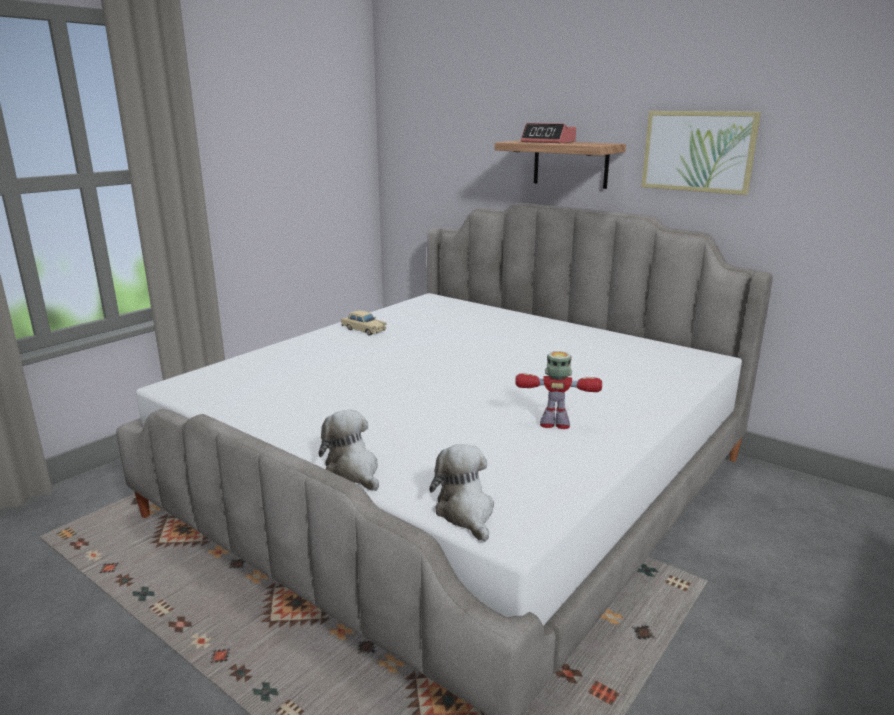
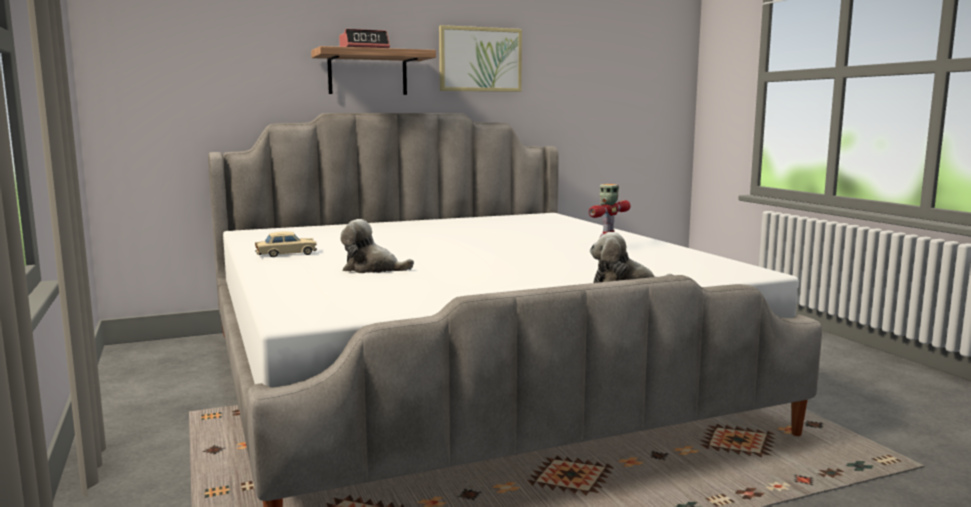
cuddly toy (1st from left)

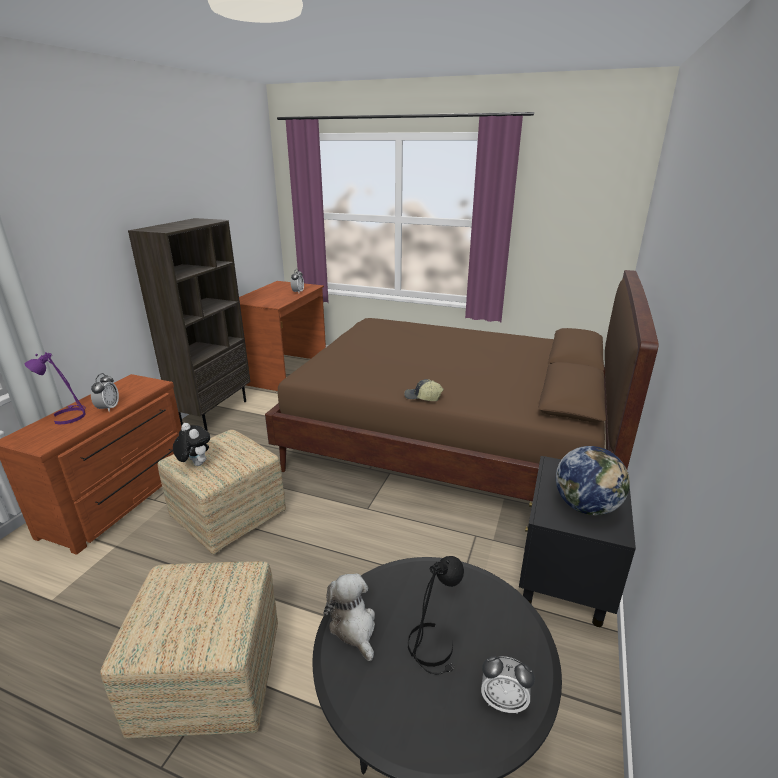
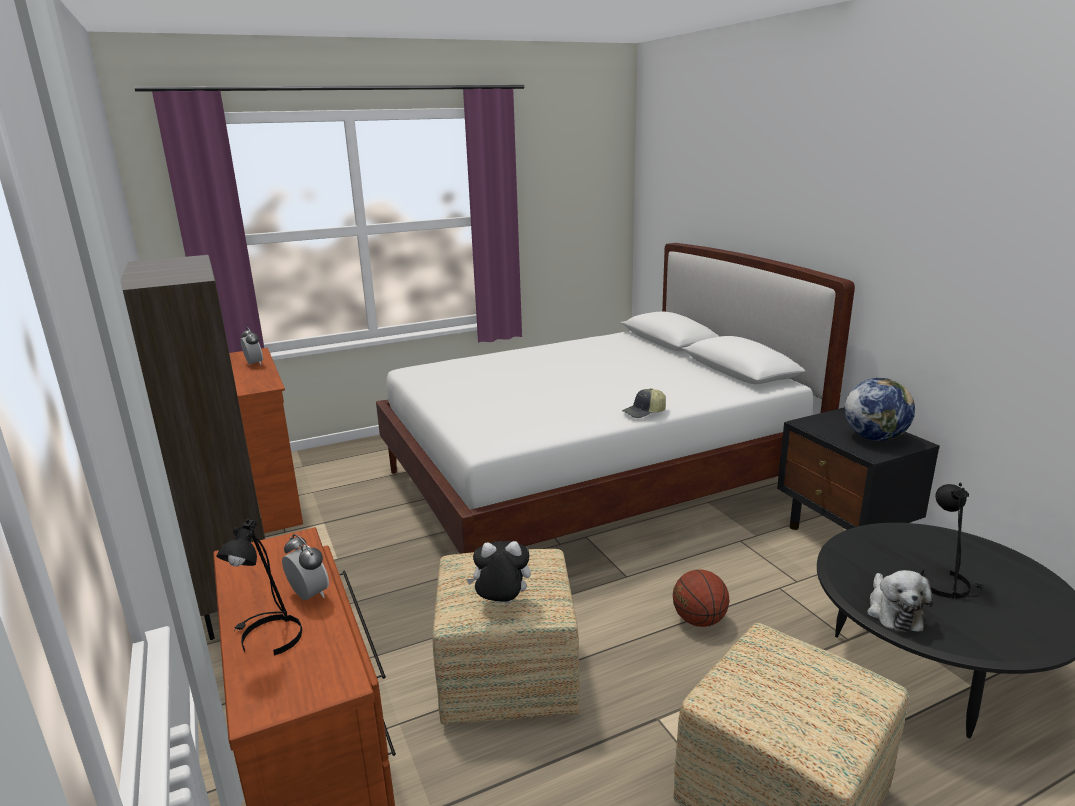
black-coloured tabletop lamp (1st from left); white bed; basketball; cuddly toy (2nd from left); bedside clock (3rd from left in the first image)

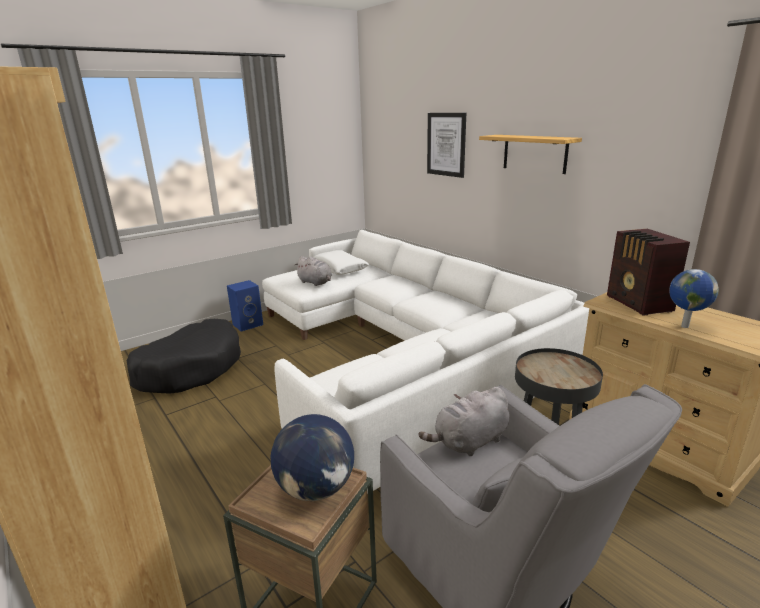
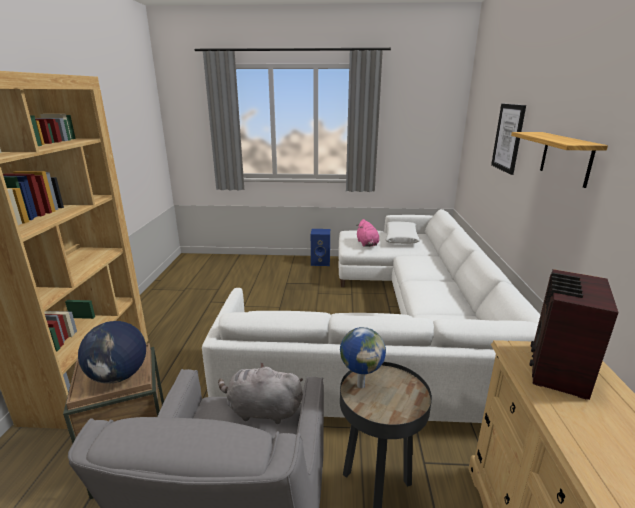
world globe (2nd from left); pink-coloured cuddly toy; black-coloured dog bed

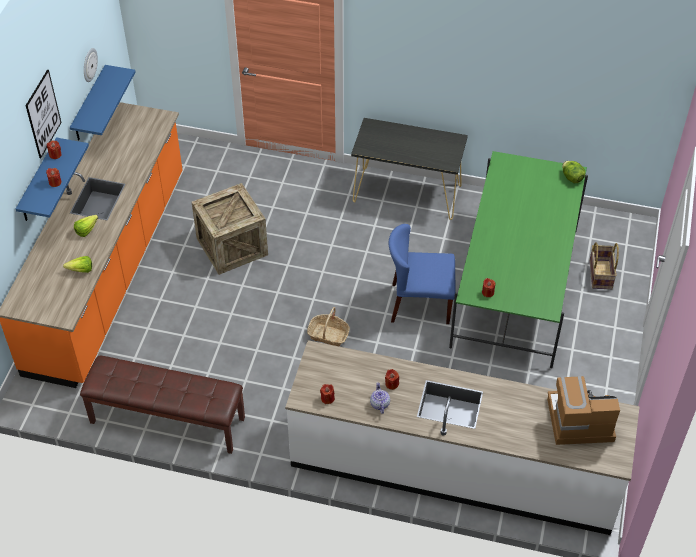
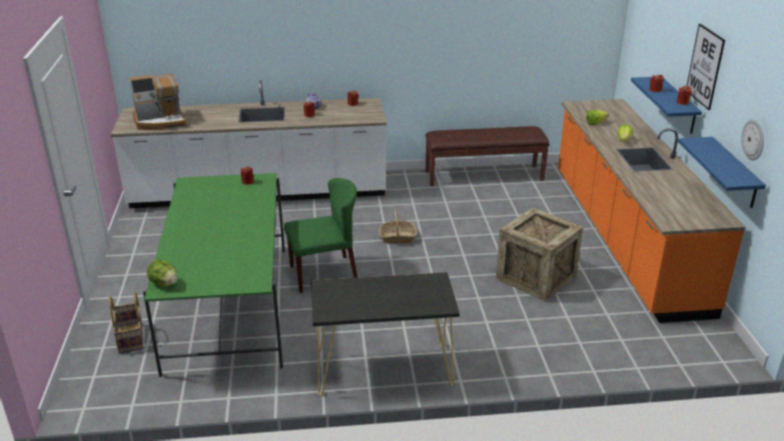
green-coloured plain chair

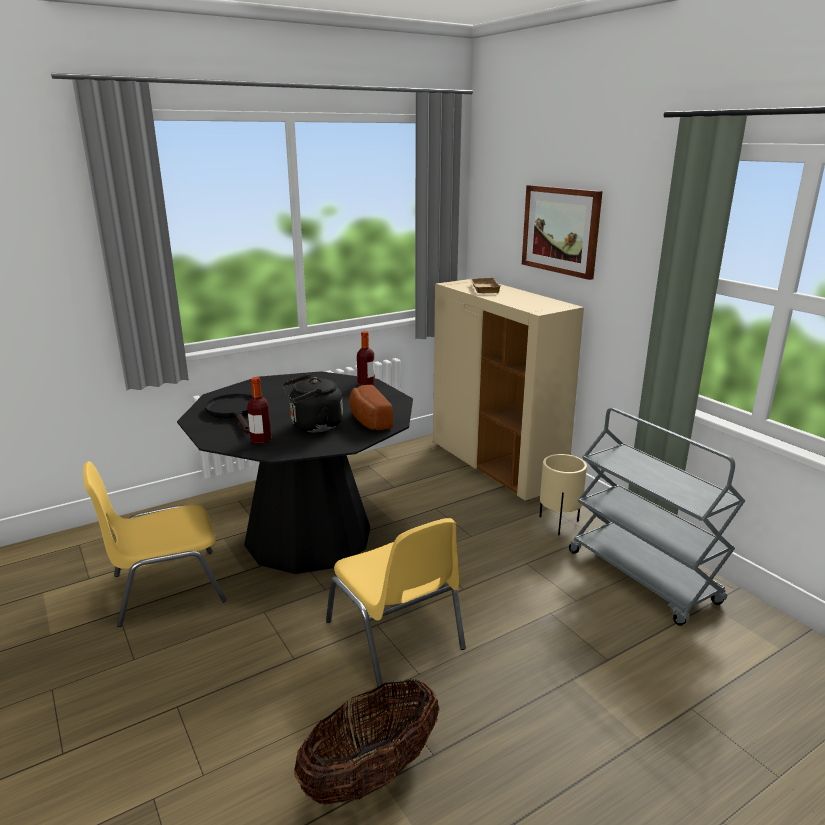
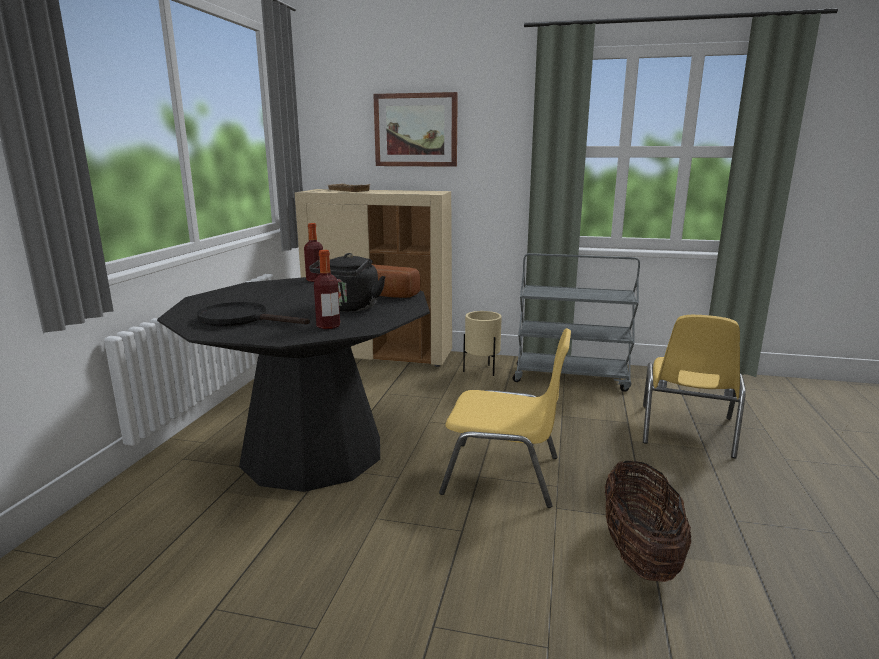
yellow plain chair (2nd from left)

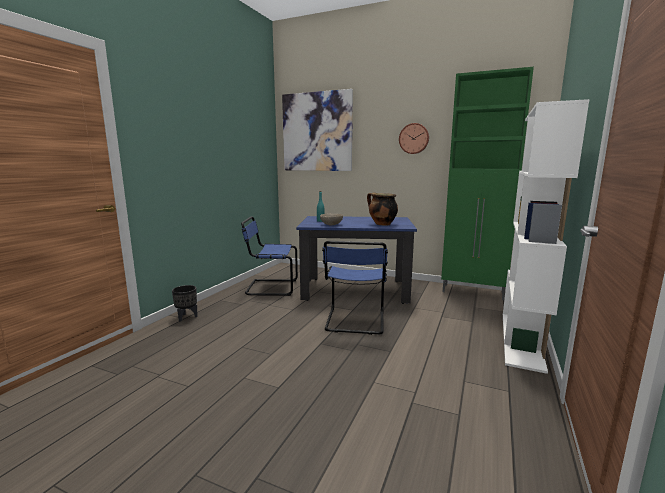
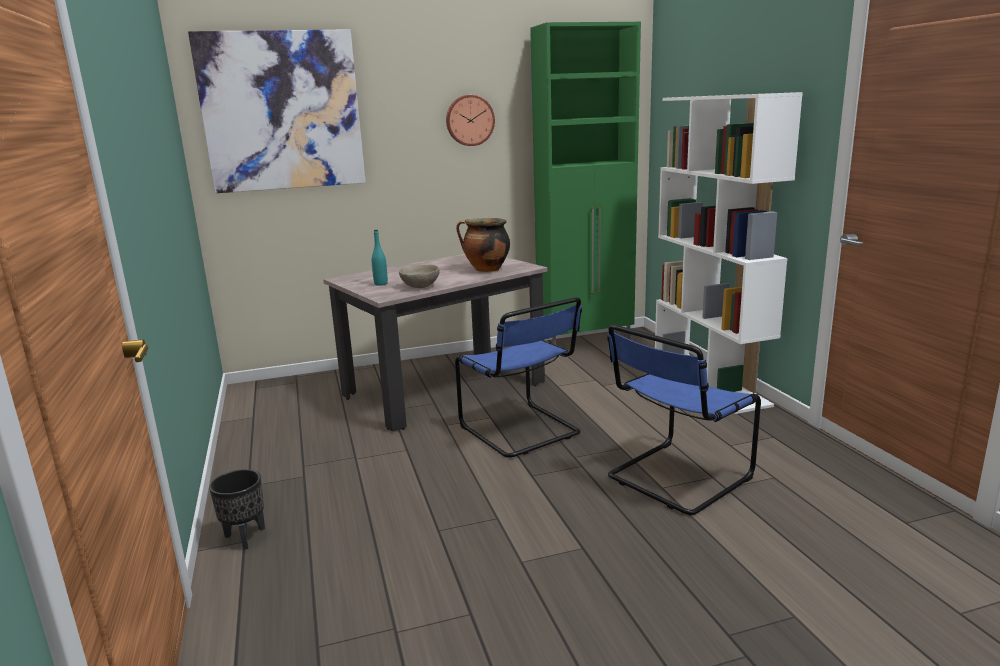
sand-coloured dining table; blue-coloured plain chair (2nd from left)

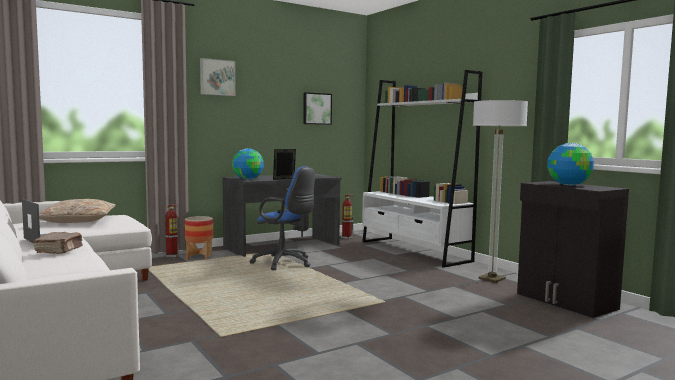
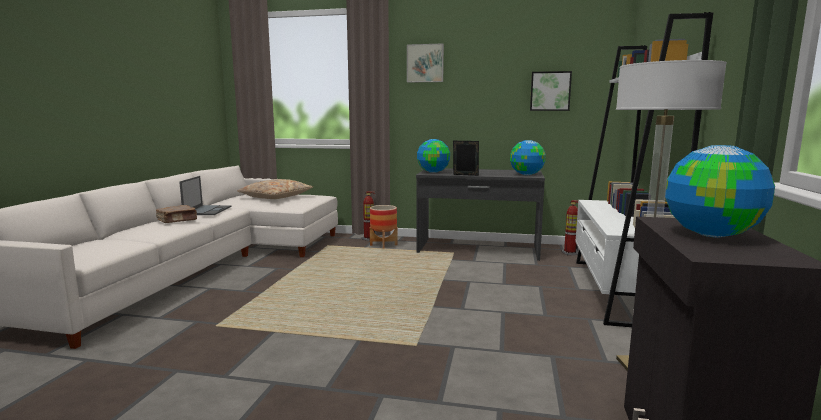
world globe (2nd from left); blue-coloured office chair

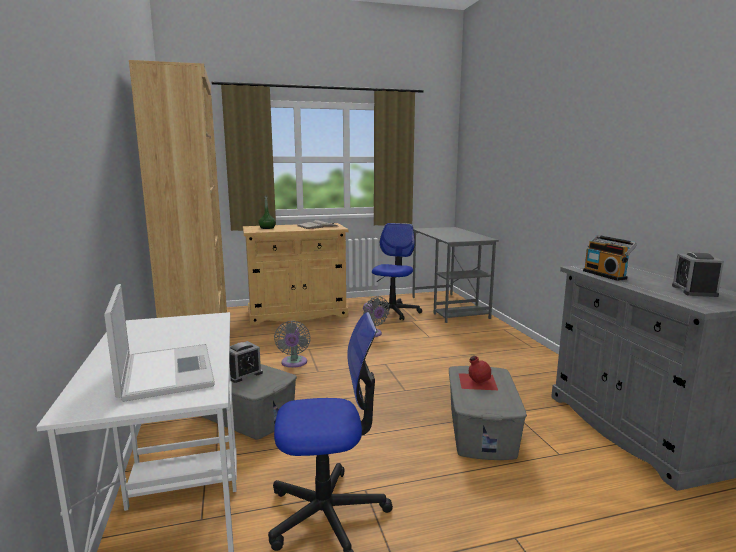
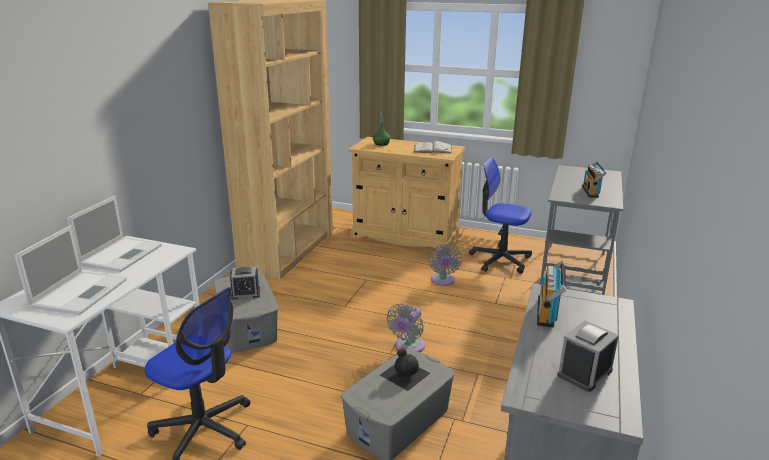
portable computer (2nd from left); black-coloured bottle; grey cooling fan (1st from left); office chair (2nd from left); radio receiver (2nd from left)

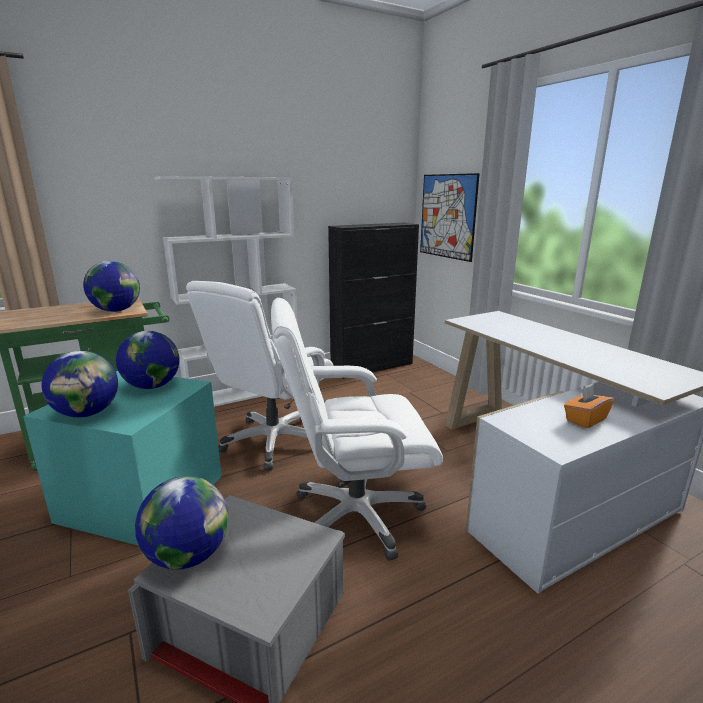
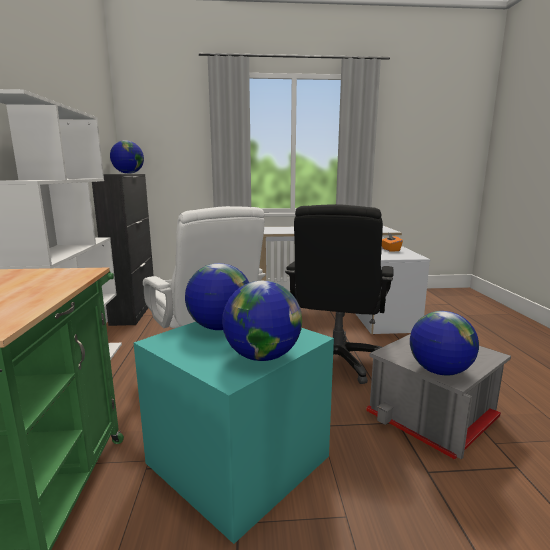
world globe (1st from left); black-coloured office chair; wall art

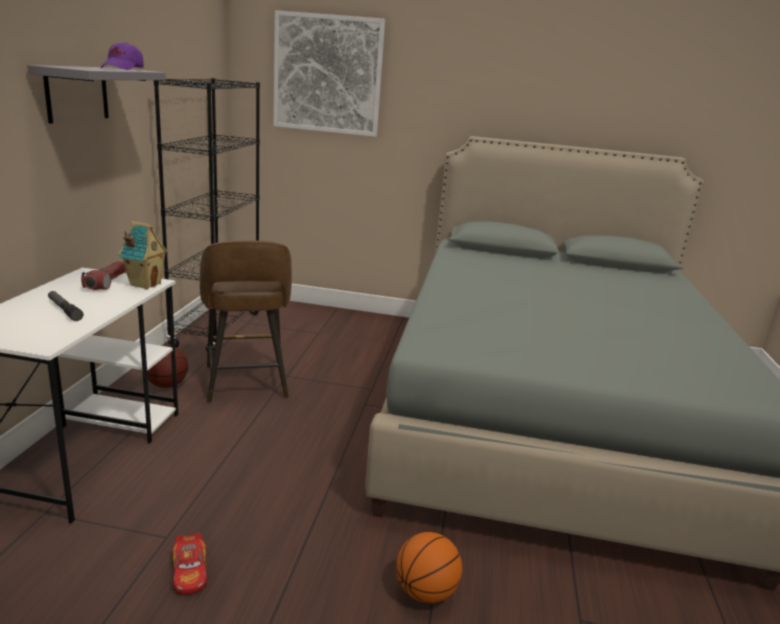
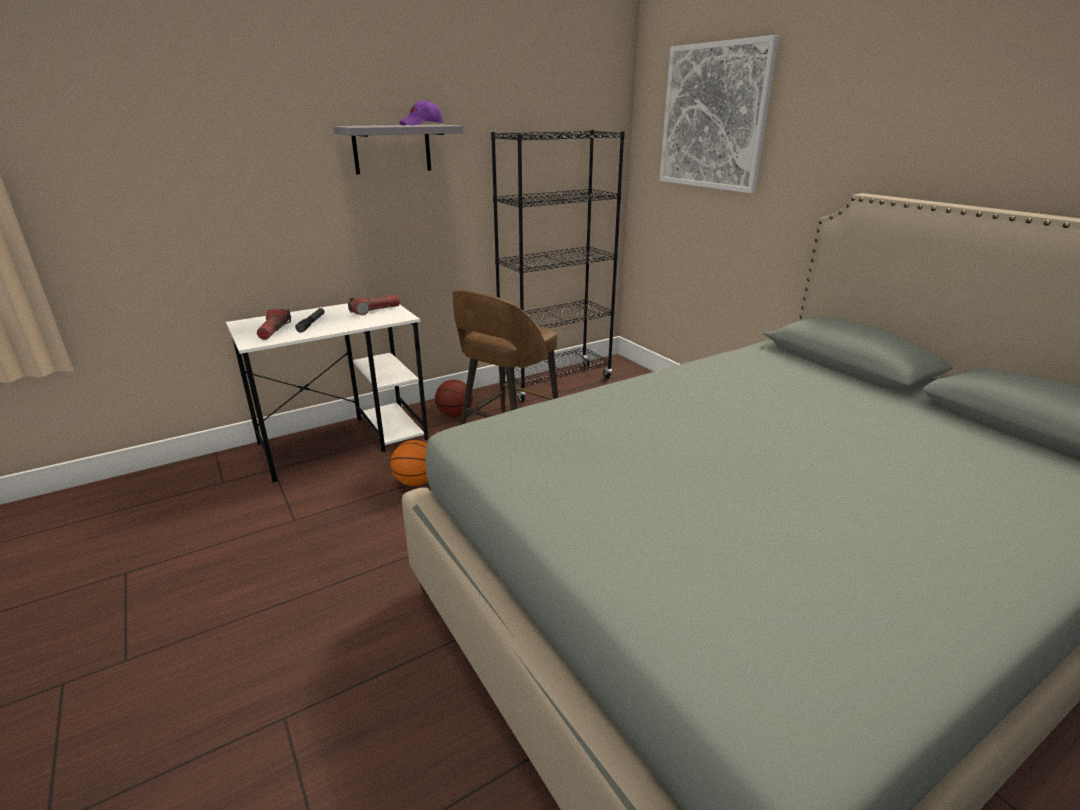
hand torch (1st from left); basketball (1st from left); miniature house; miniature car

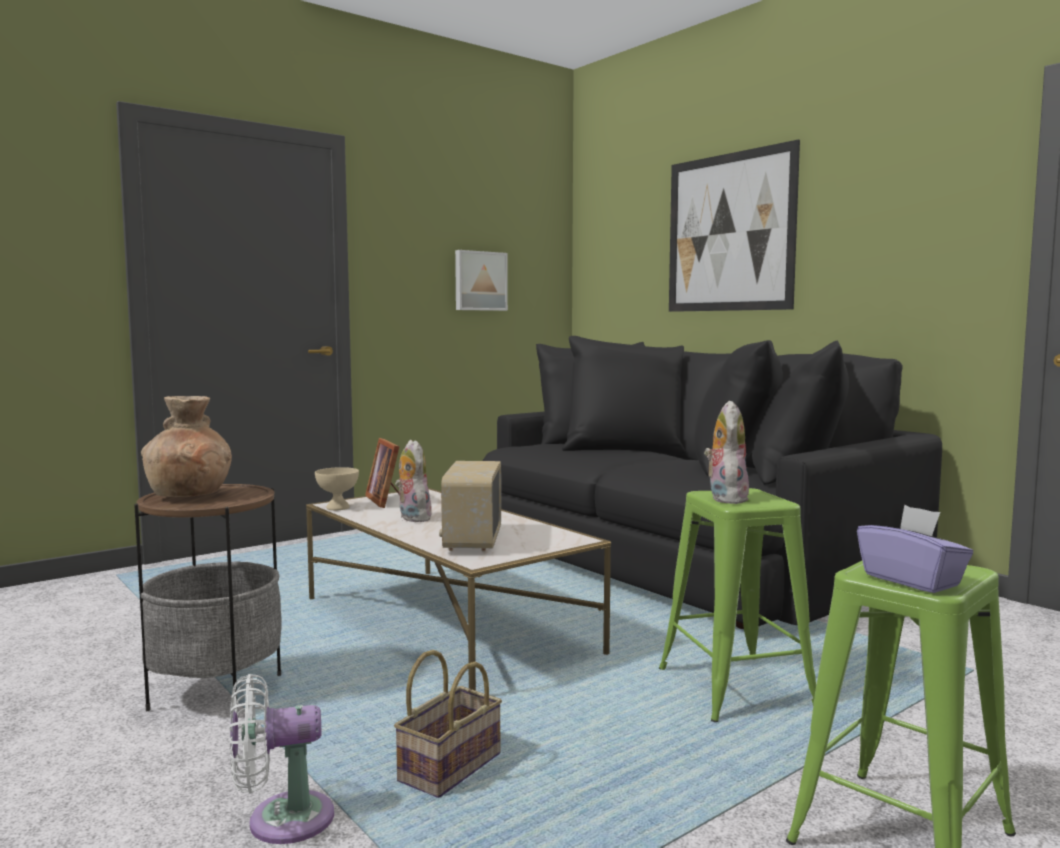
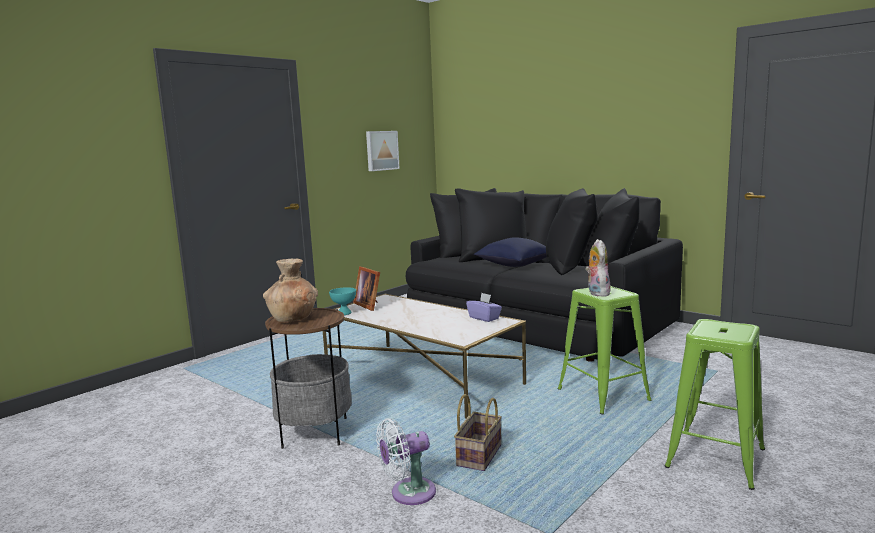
blue-green deep dish; purple-coloured box of tissues; blue-coloured cushion; cuddly toy (1st from left in the first image); radio receiver; wall art (2nd from left in the first image)

